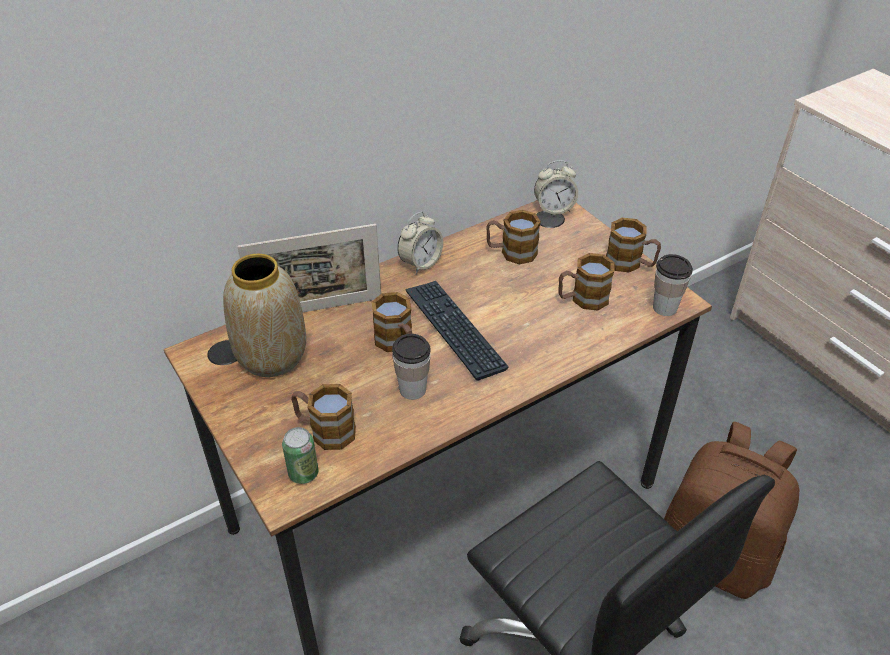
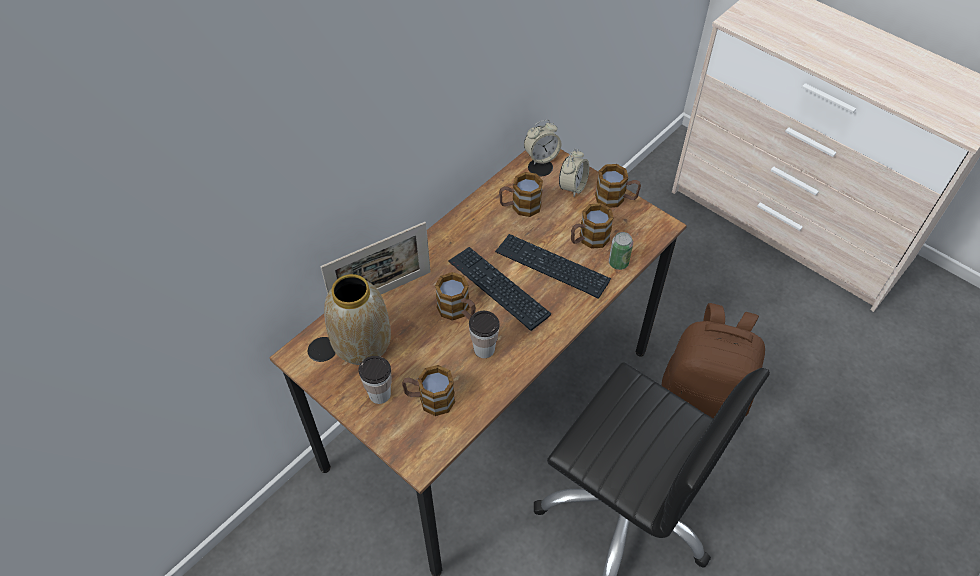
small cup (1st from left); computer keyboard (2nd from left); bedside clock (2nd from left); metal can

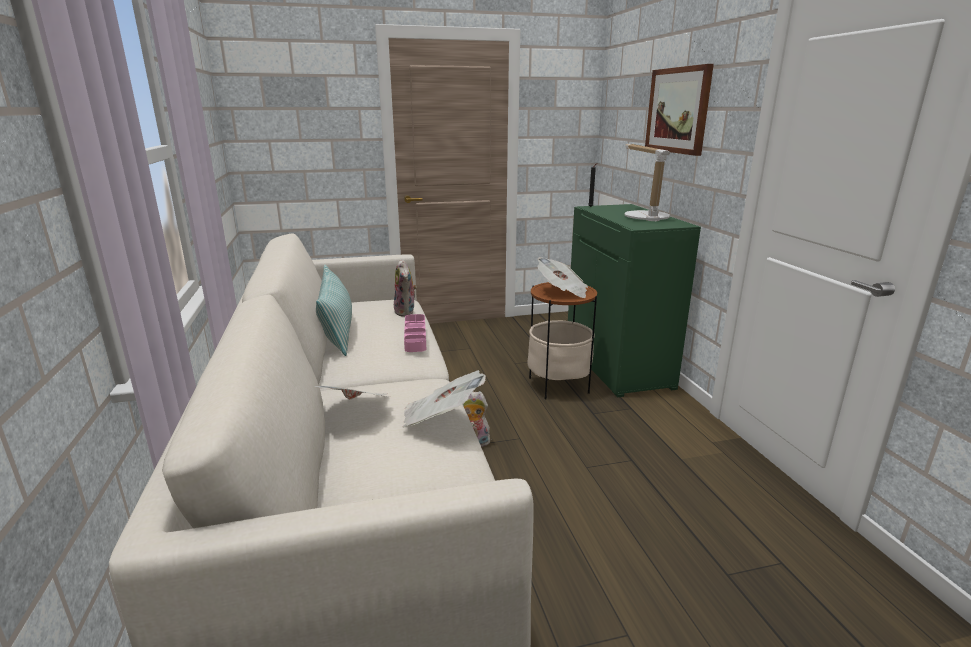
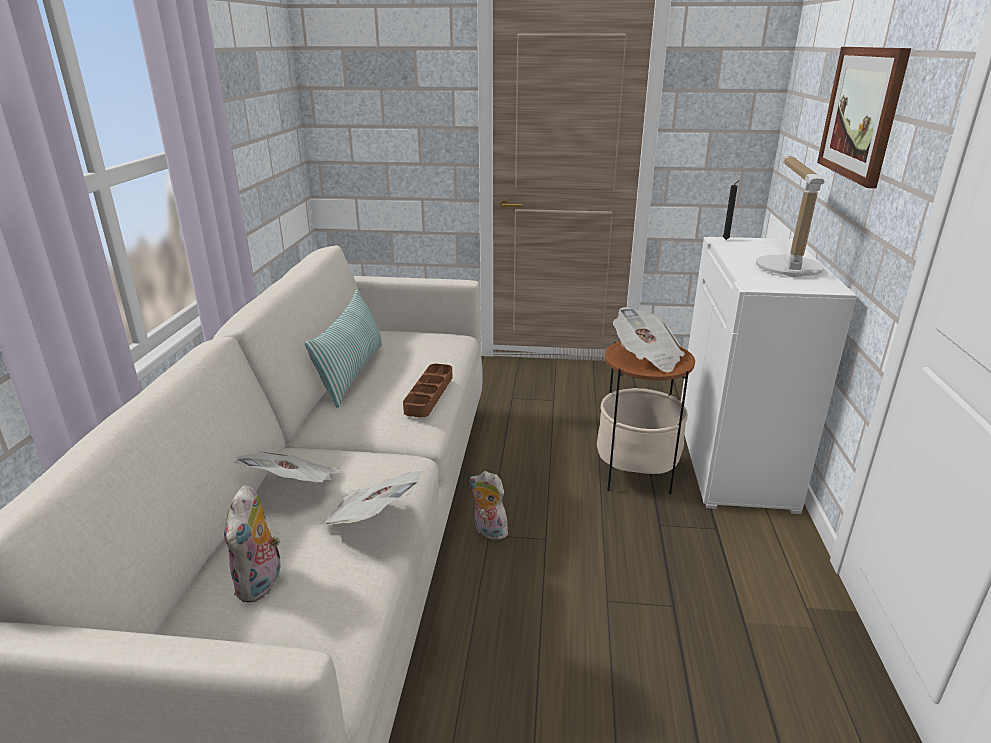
cuddly toy (1st from left); brown-coloured carrying tray; white storage cabinet

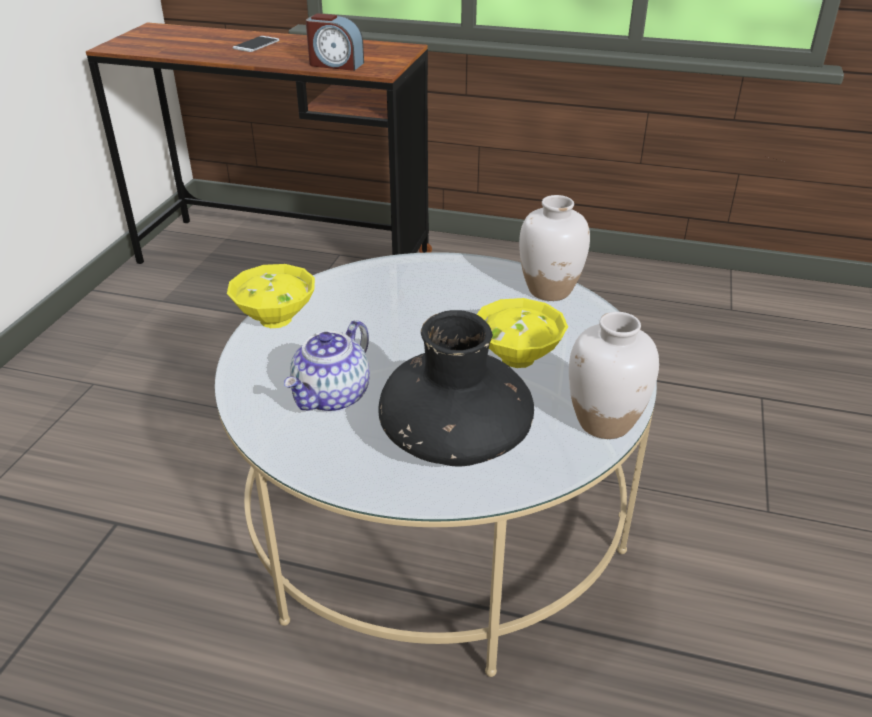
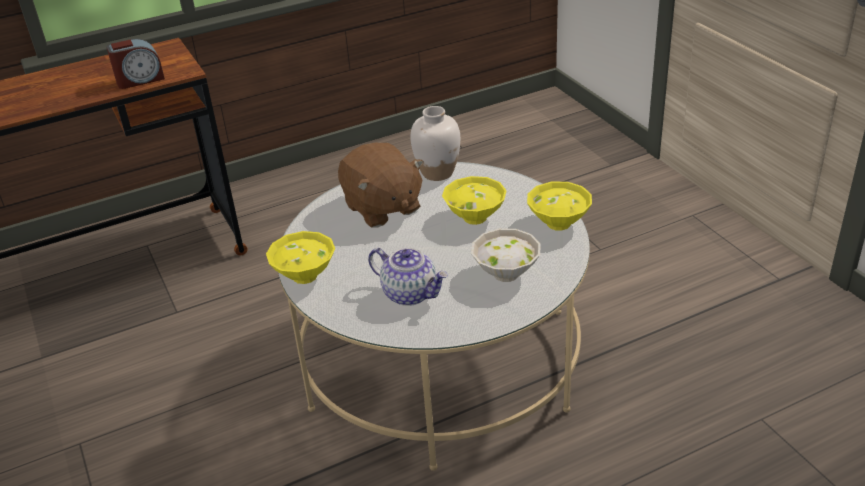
brown-coloured cuddly toy; teapot; white deep dish; yellow deep dish (3rd from left); telephone

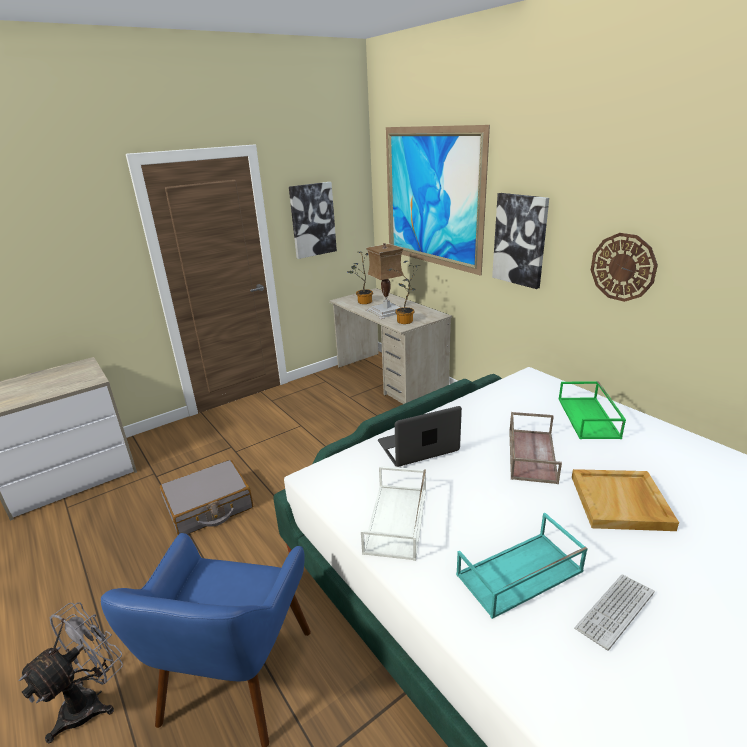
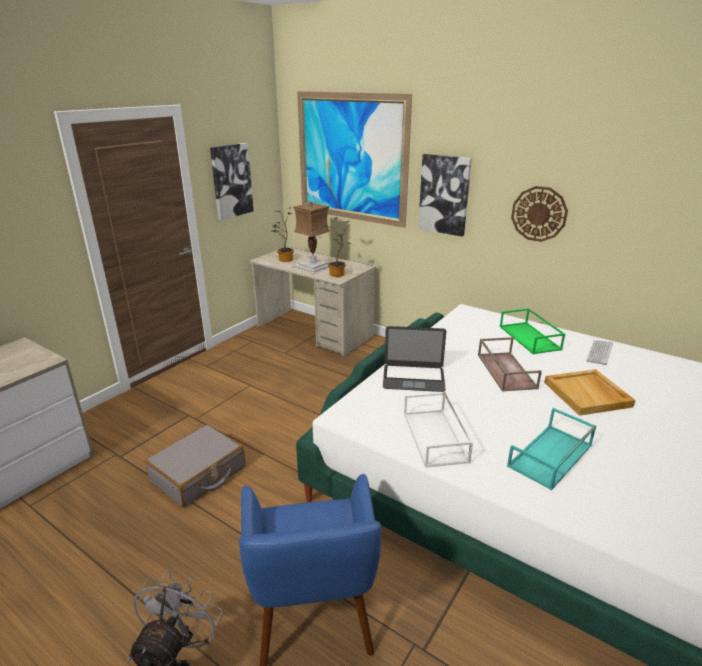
portable computer; computer keyboard

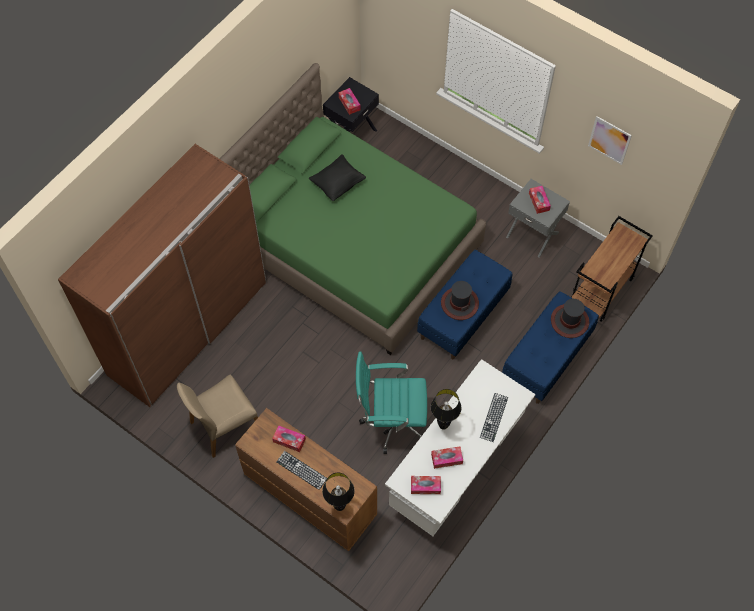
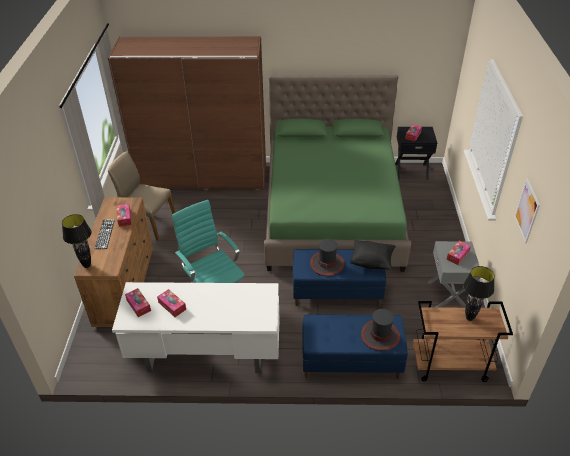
black-coloured cushion; black-coloured tabletop lamp (2nd from left); computer keyboard (2nd from left in the first image)

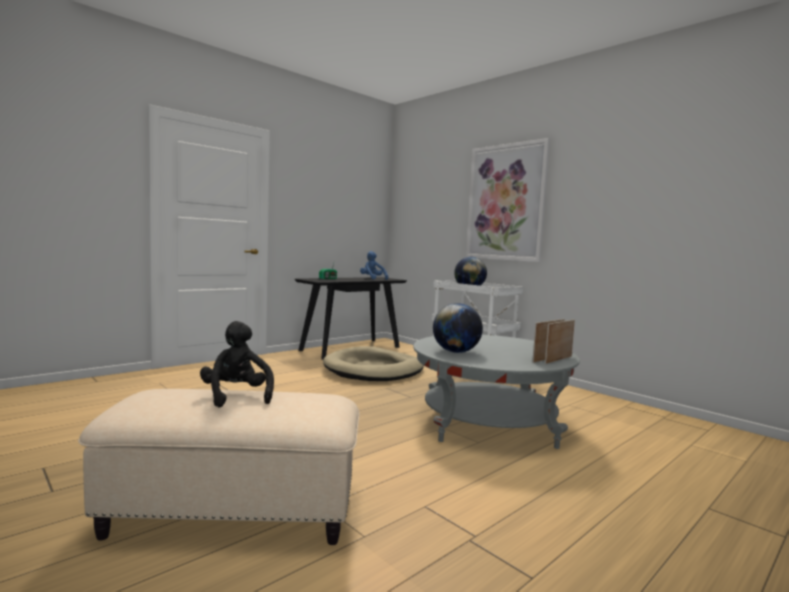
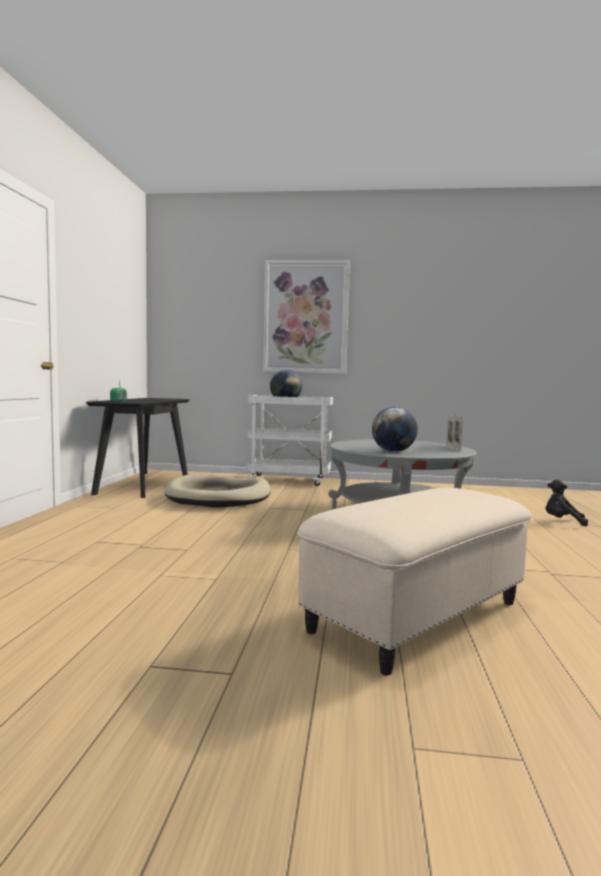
black-coloured cuddly toy; blue-coloured cuddly toy

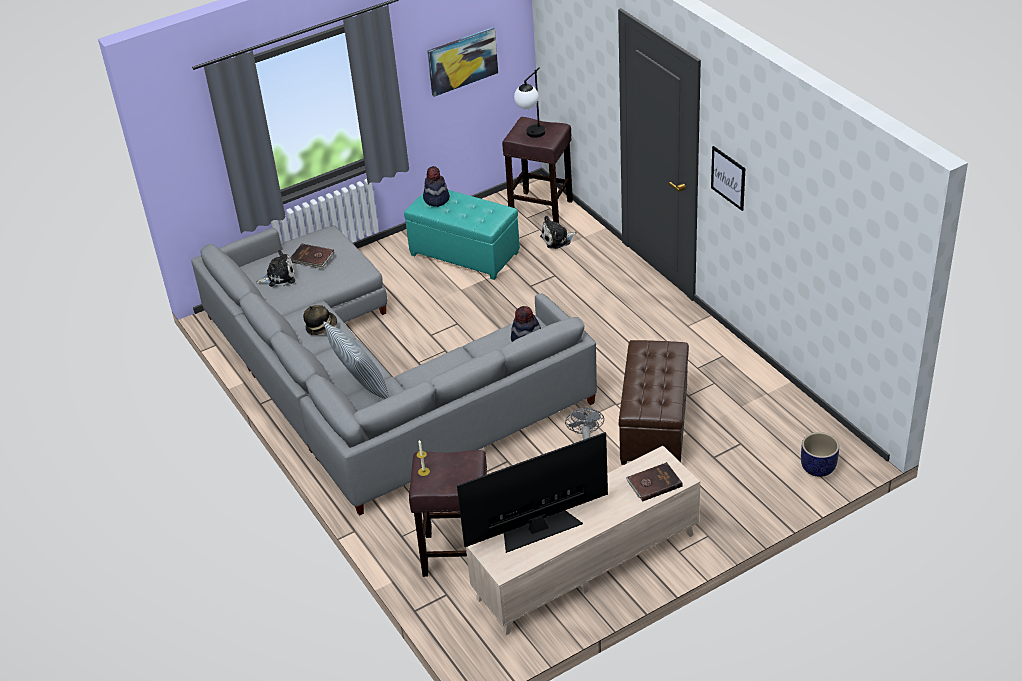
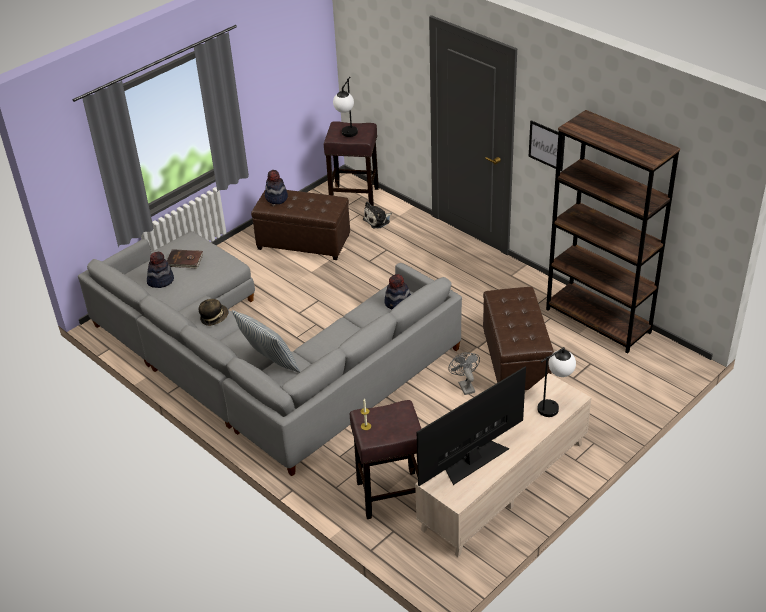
wearable hat (1st from left); brown-coloured ottoman (1st from left); tabletop lamp (2nd from left); brown-coloured bookcase; wall art (1st from left in the first image); plant pot

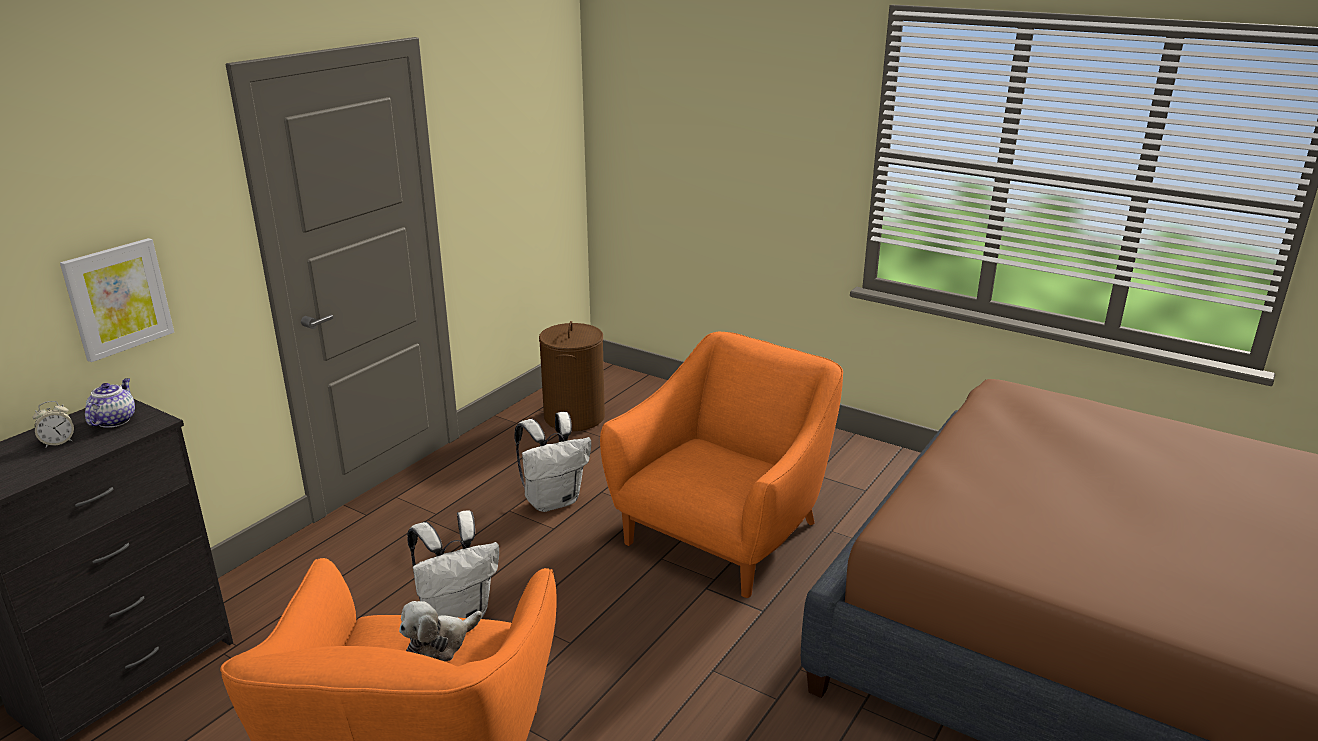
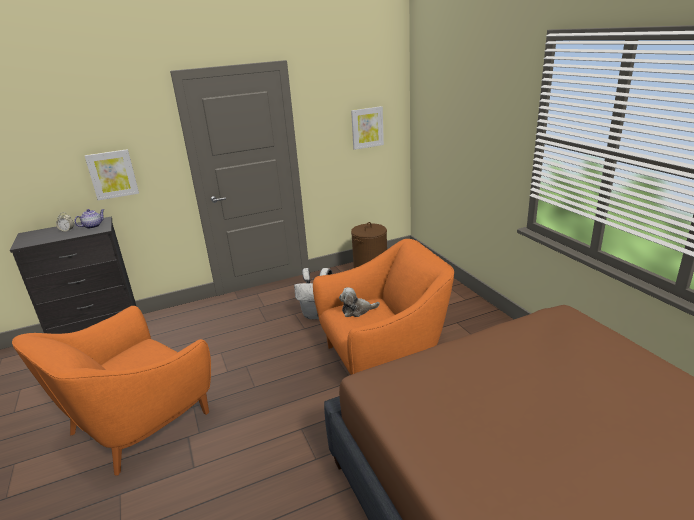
cuddly toy; wall art (2nd from left); white backpack (1st from left in the first image)

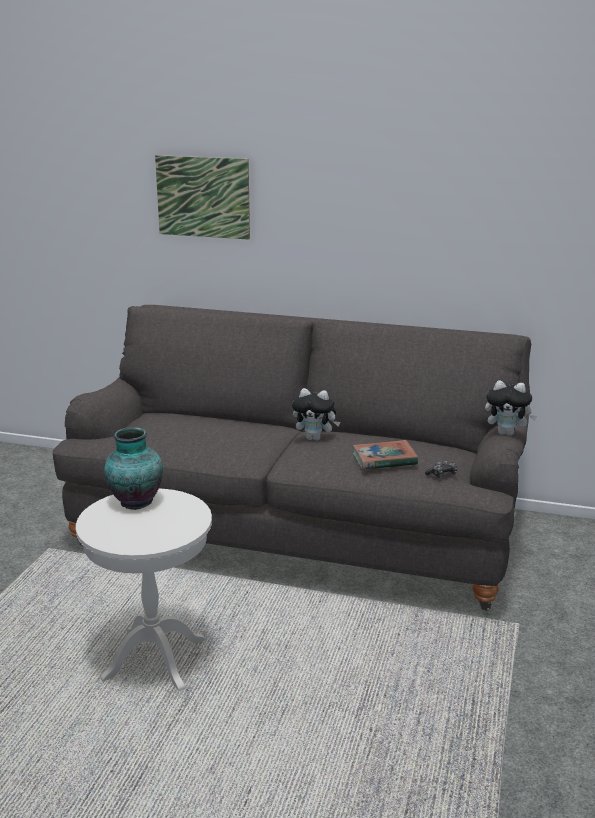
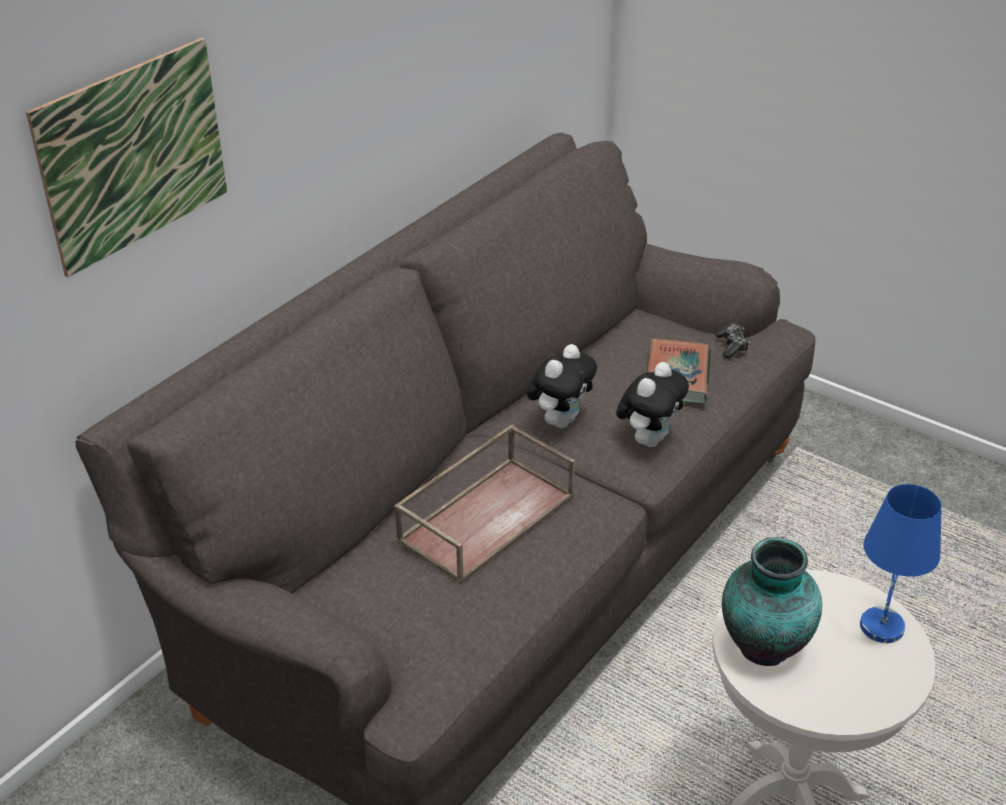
brown-coloured carrying tray; cuddly toy (2nd from left); blue-coloured tabletop lamp

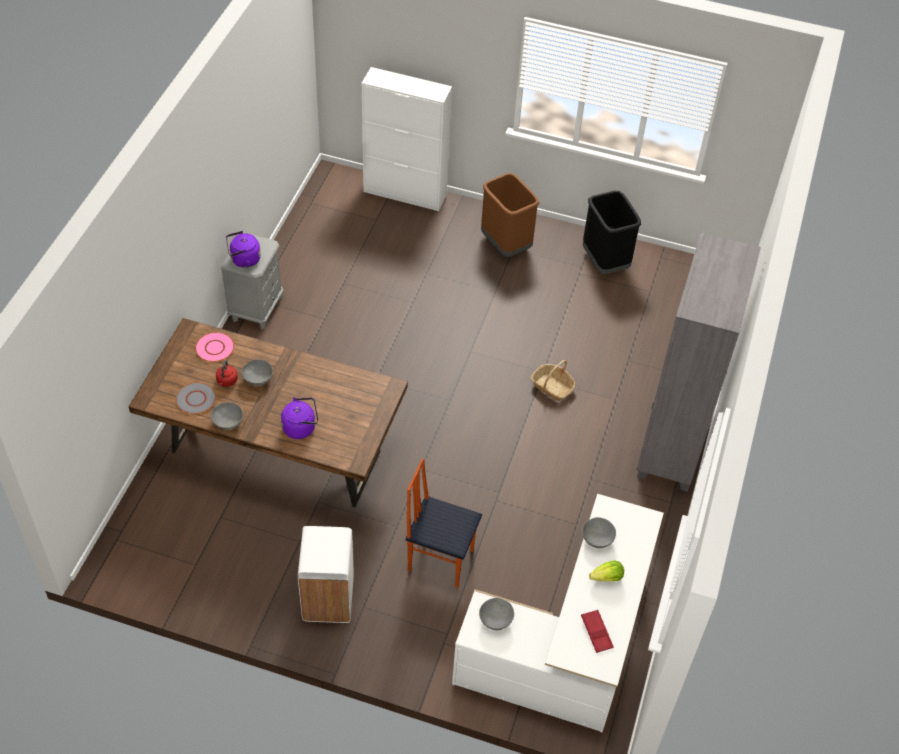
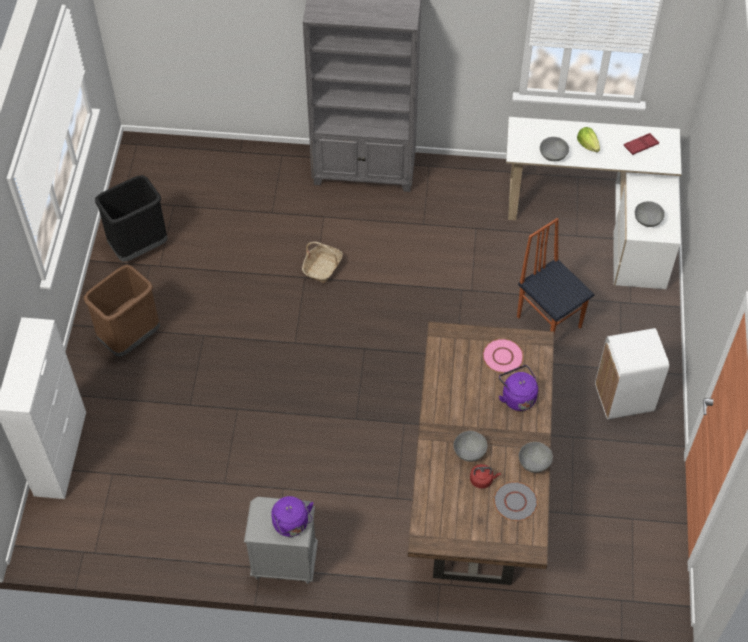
pink-coloured flat dish; plain chair

